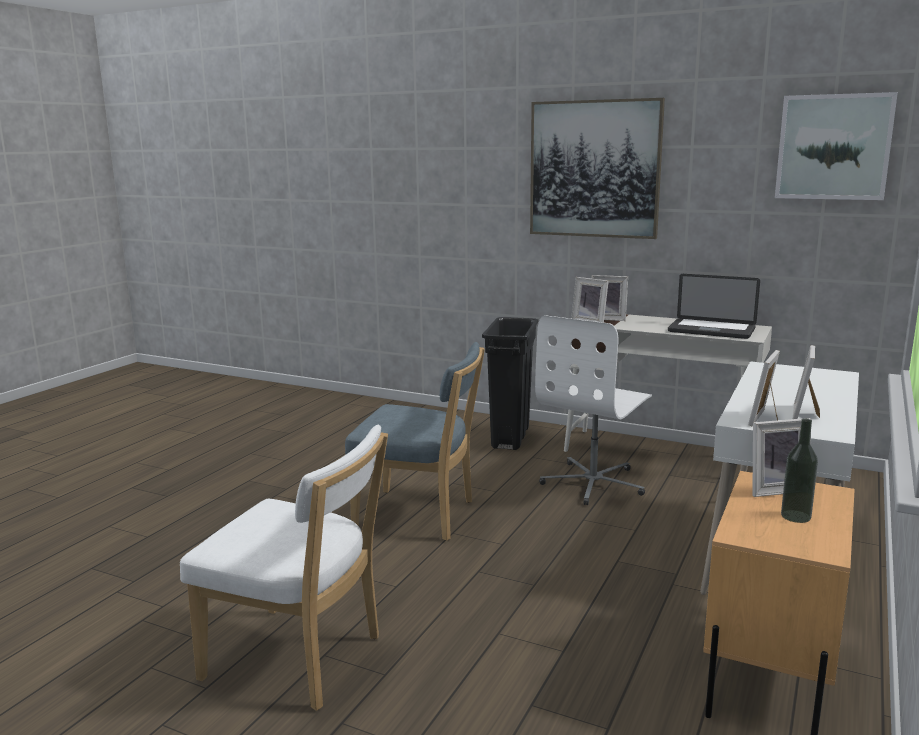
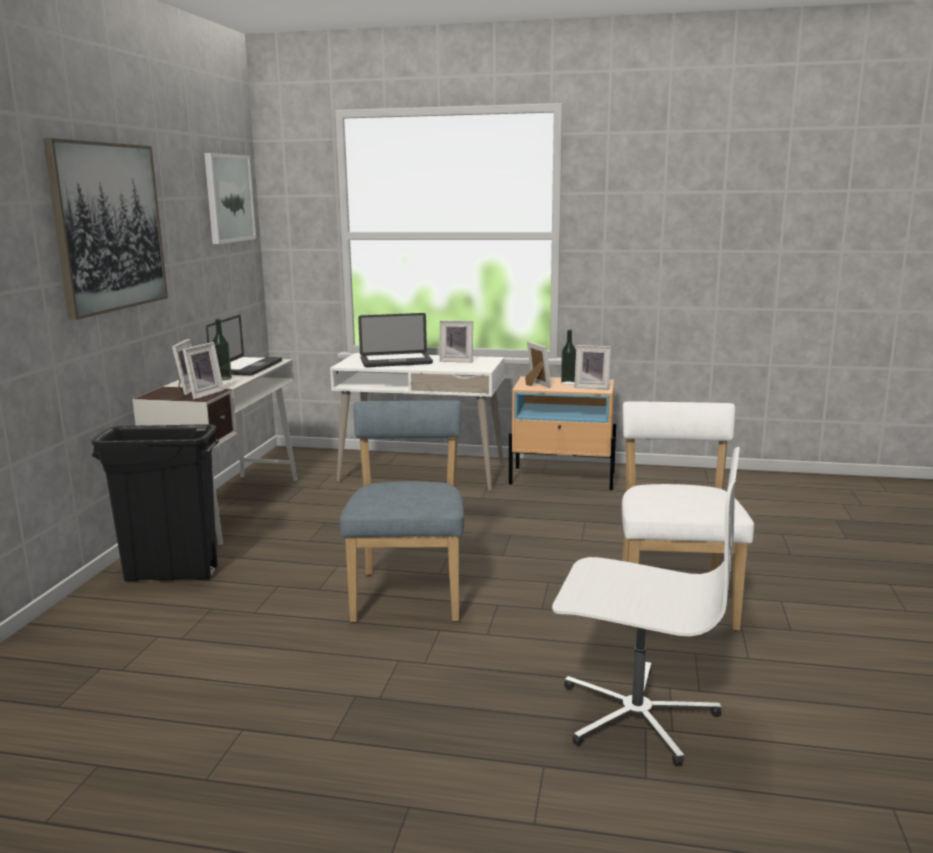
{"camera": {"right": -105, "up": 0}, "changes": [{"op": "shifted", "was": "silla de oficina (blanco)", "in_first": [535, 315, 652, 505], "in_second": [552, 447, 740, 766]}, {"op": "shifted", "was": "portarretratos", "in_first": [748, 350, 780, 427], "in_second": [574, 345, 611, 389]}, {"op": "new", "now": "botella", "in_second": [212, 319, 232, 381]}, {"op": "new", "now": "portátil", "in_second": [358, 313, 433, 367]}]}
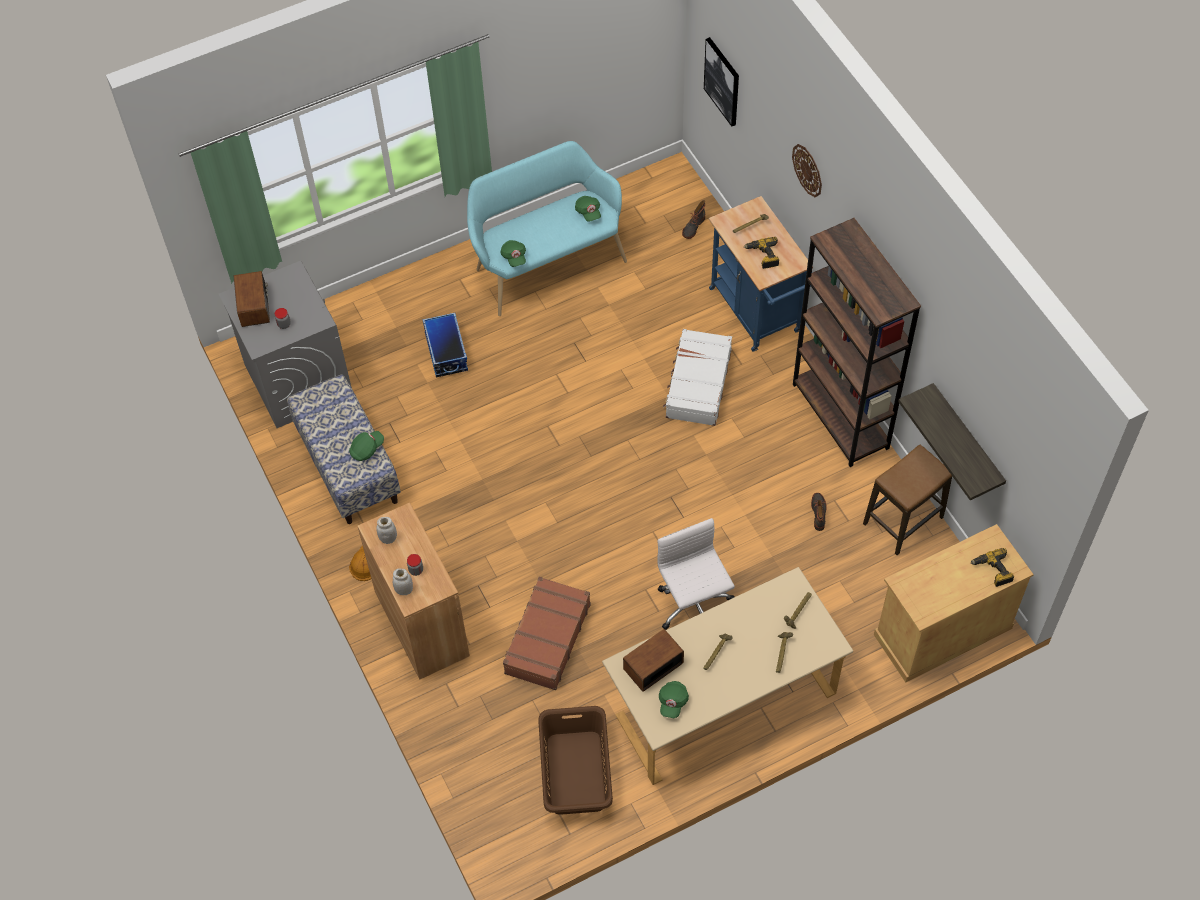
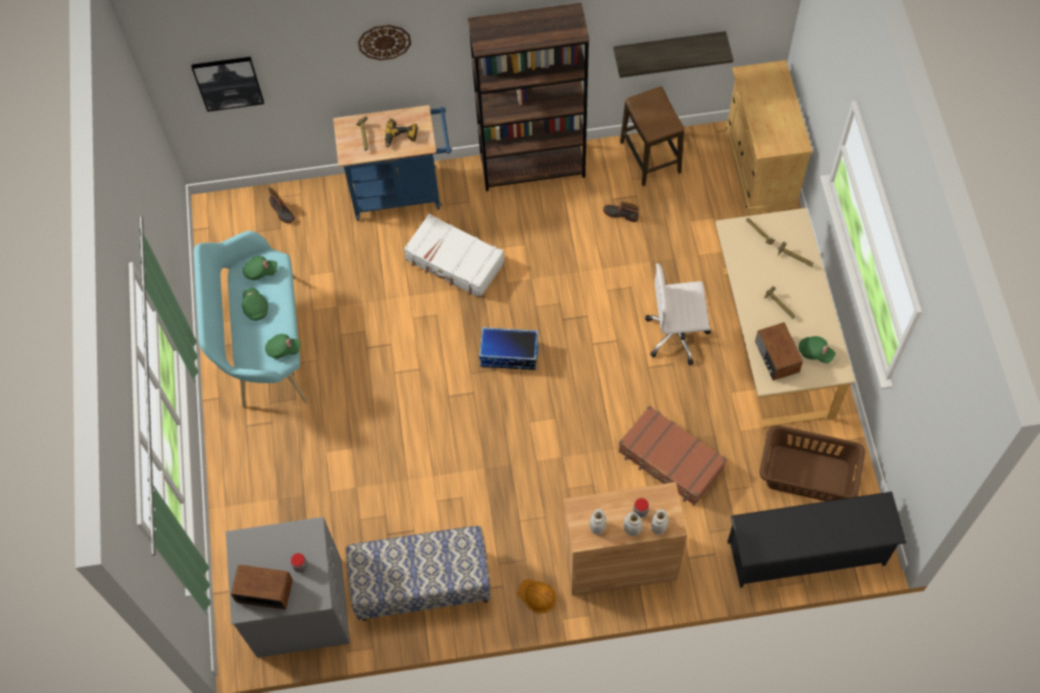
{"camera": {"right": -70, "up": 5}, "changes": [{"op": "shifted", "was": "gorra (verde)", "in_first": [349, 431, 384, 461], "in_second": [242, 288, 268, 321]}, {"op": "shifted", "was": "caja de almacenaje", "in_first": [422, 313, 468, 378], "in_second": [479, 327, 539, 370]}, {"op": "gone", "was": "taladro", "in_first": [971, 548, 1014, 587]}, {"op": "new", "now": "tarro (blanco)", "in_second": [623, 512, 643, 536]}, {"op": "new", "now": "zapatero (negro)", "in_second": [727, 492, 906, 588]}]}
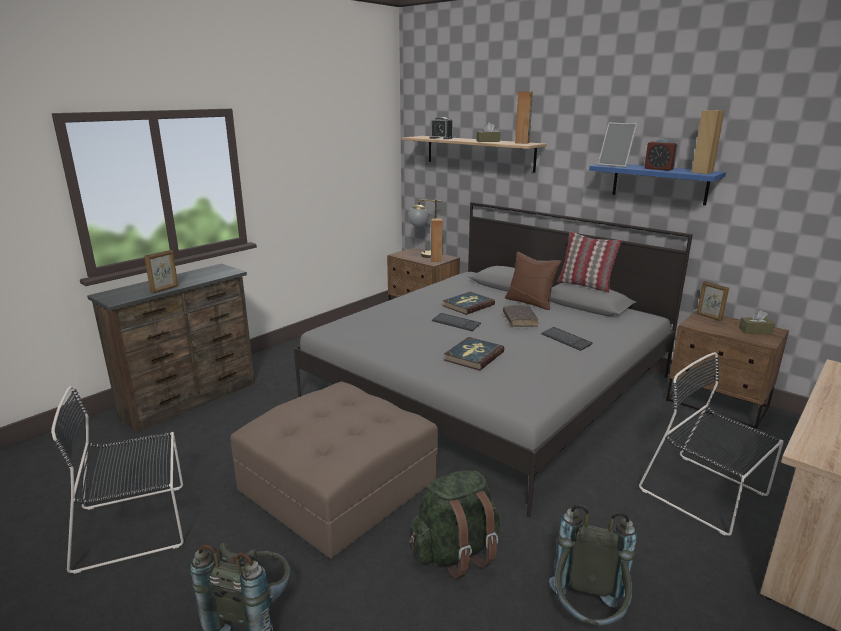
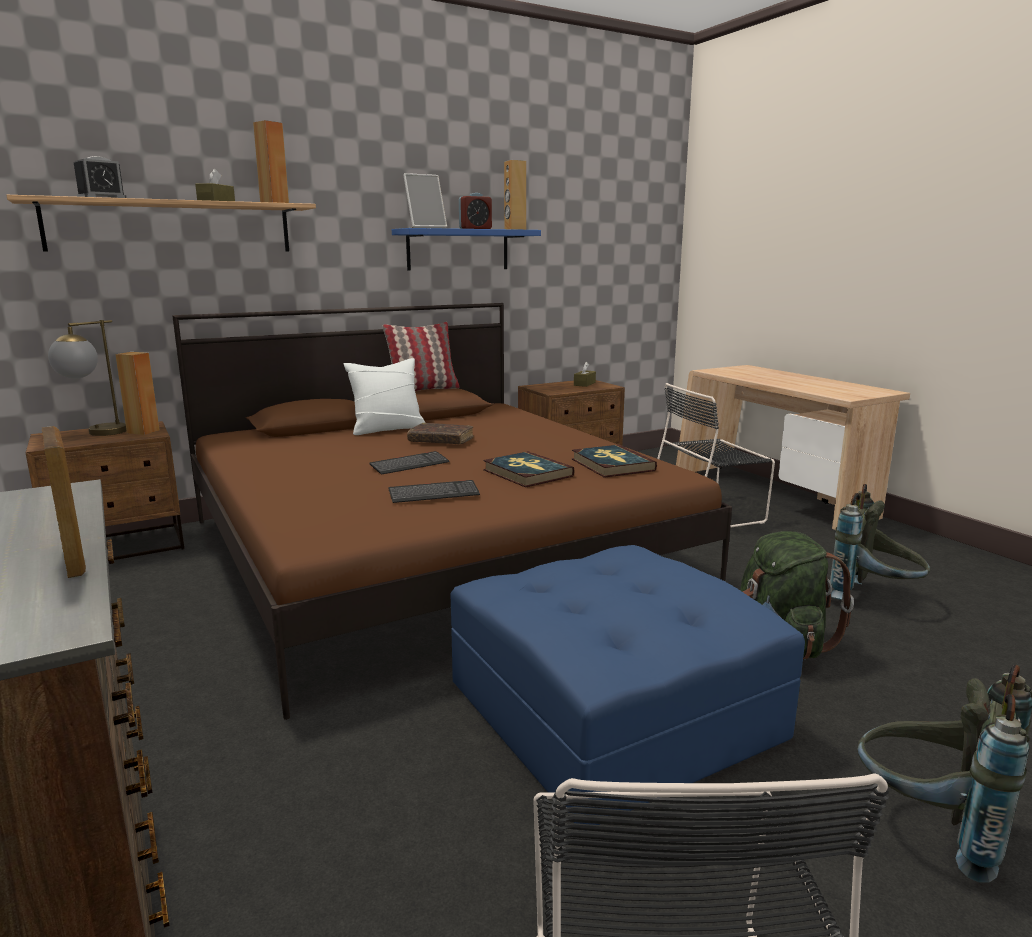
{"camera": {"right": -70, "up": -5}, "changes": [{"op": "repainted", "was": "puf (marrón)", "now": "puf (azul)", "in_first": [230, 382, 438, 558], "in_second": [450, 545, 805, 831]}, {"op": "repainted", "was": "cama (gris)", "now": "cama (marrón)", "in_first": [294, 202, 693, 517], "in_second": [172, 303, 732, 720]}, {"op": "shifted", "was": "libro", "in_first": [443, 292, 495, 315], "in_second": [572, 445, 657, 478]}, {"op": "repainted", "was": "cojín (marrón)", "now": "cojín (blanco)", "in_first": [505, 252, 561, 310], "in_second": [344, 358, 425, 435]}, {"op": "shifted", "was": "teclado", "in_first": [541, 327, 593, 351], "in_second": [388, 480, 480, 503]}, {"op": "gone", "was": "portarretratos", "in_first": [697, 281, 729, 321]}]}
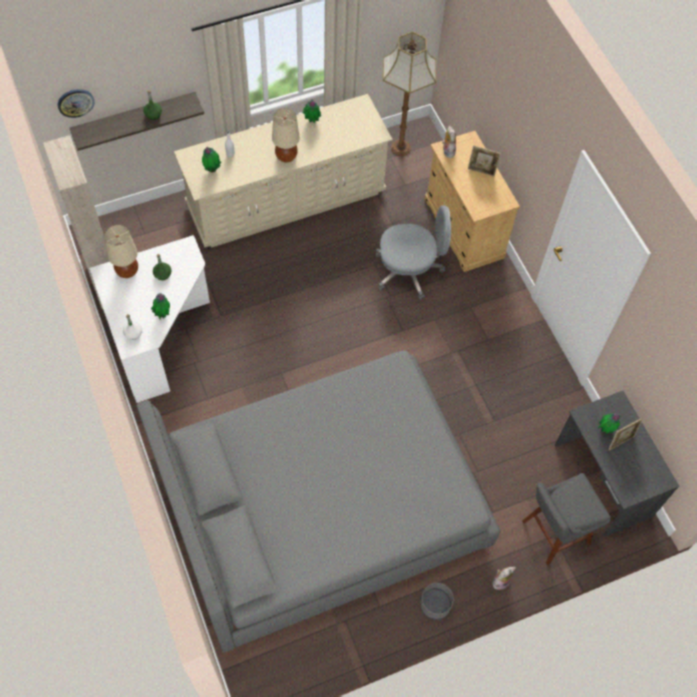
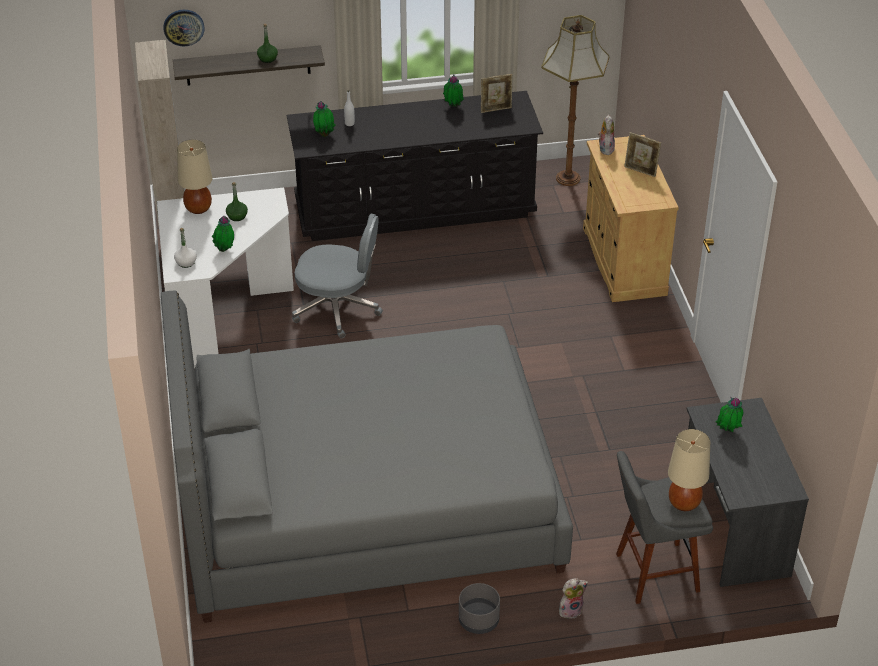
{"camera": {"right": 15, "up": -20}, "changes": [{"op": "repainted", "was": "cómoda (beis)", "now": "cómoda (negro)", "in_first": [174, 94, 393, 248], "in_second": [287, 91, 543, 241]}, {"op": "shifted", "was": "lámpara de mesa (beis)", "in_first": [272, 108, 300, 162], "in_second": [668, 429, 710, 511]}, {"op": "shifted", "was": "silla de oficina (gris)", "in_first": [376, 205, 451, 300], "in_second": [292, 214, 383, 338]}, {"op": "shifted", "was": "portarretratos", "in_first": [609, 418, 643, 450], "in_second": [481, 74, 513, 113]}]}
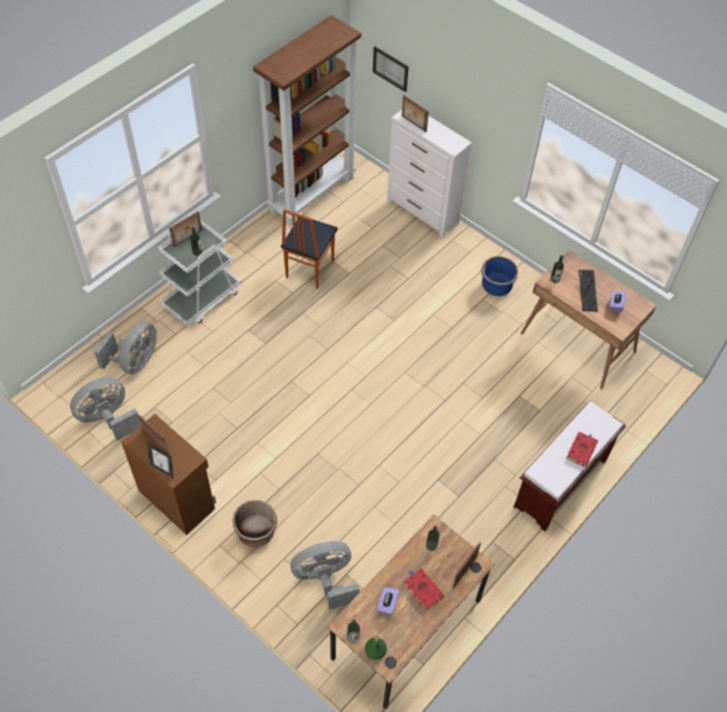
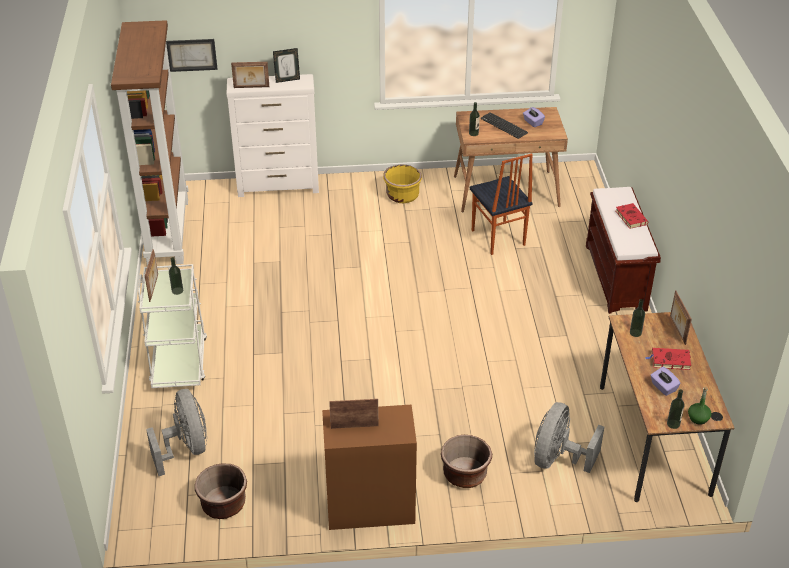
{"camera": {"right": -45, "up": -15}, "changes": [{"op": "swapped", "was": "ventilador (gris)", "now": "maceta (marrón)", "in_first": [70, 377, 140, 441], "in_second": [195, 463, 247, 519]}, {"op": "shifted", "was": "portarretratos", "in_first": [147, 442, 173, 478], "in_second": [273, 48, 300, 83]}, {"op": "shifted", "was": "silla", "in_first": [281, 209, 338, 289], "in_second": [470, 153, 533, 255]}, {"op": "repainted", "was": "maceta (azul)", "now": "maceta (amarillo)", "in_first": [481, 256, 518, 296], "in_second": [383, 165, 422, 203]}]}
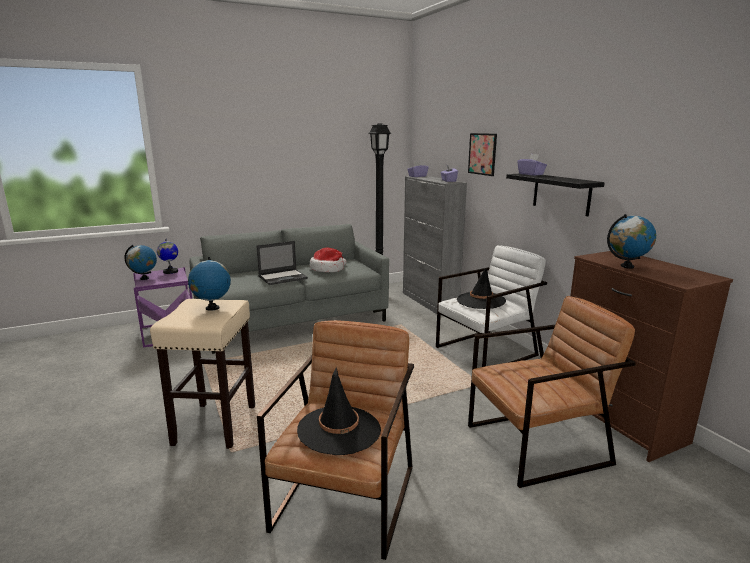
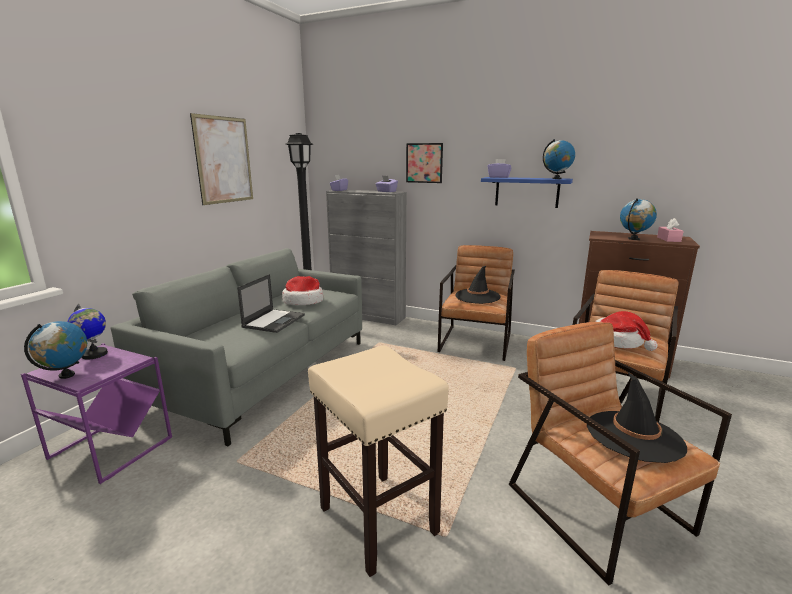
{"camera": {"right": -40, "up": 0}, "changes": [{"op": "shifted", "was": "globo terráqueo", "in_first": [188, 257, 231, 311], "in_second": [543, 139, 575, 179]}, {"op": "repainted", "was": "sillón (blanco)", "now": "sillón (marrón)", "in_first": [436, 245, 547, 367], "in_second": [438, 245, 515, 361]}, {"op": "repainted", "was": "estante (negro)", "now": "estante (azul)", "in_first": [506, 174, 605, 216], "in_second": [481, 177, 573, 208]}, {"op": "new", "now": "cuadro", "in_second": [190, 113, 253, 205]}, {"op": "new", "now": "sombrero", "in_second": [595, 311, 658, 351]}, {"op": "new", "now": "caja de pañuelos (rosa)", "in_second": [657, 218, 684, 242]}]}
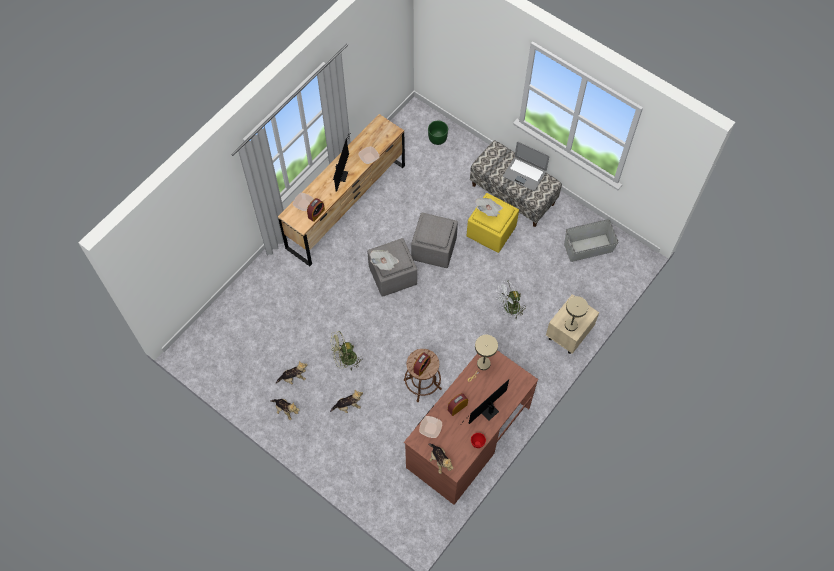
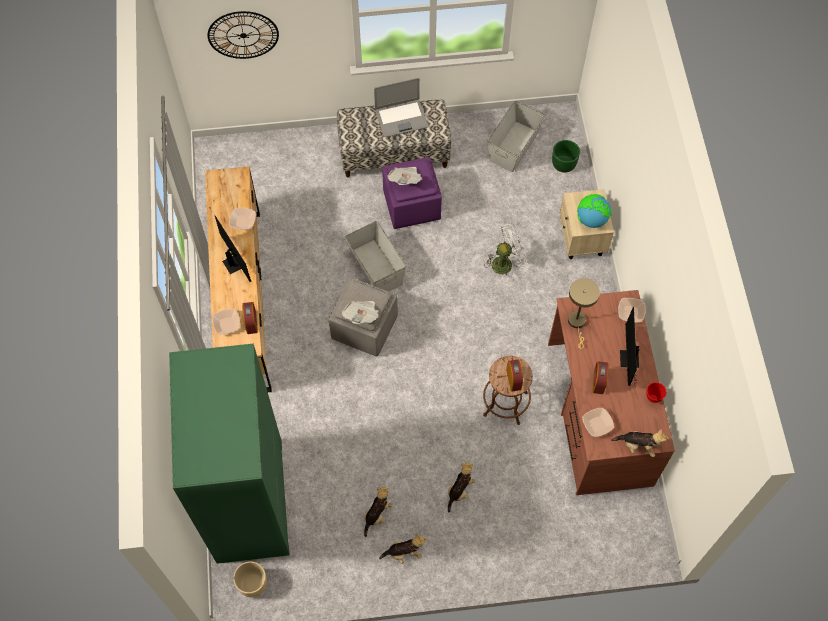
{"camera": {"right": -45, "up": 0}, "changes": [{"op": "gone", "was": "ventilador (verde)", "in_first": [330, 331, 363, 370]}, {"op": "swapped", "was": "puf (gris)", "now": "caja de almacenaje (gris)", "in_first": [411, 213, 458, 268], "in_second": [345, 221, 406, 291]}, {"op": "shifted", "was": "maceta (verde)", "in_first": [428, 121, 448, 145], "in_second": [552, 140, 580, 173]}, {"op": "repainted", "was": "puf (amarillo)", "now": "puf (morado)", "in_first": [467, 193, 519, 253], "in_second": [382, 157, 442, 229]}, {"op": "rotated", "was": "ventilador (blanco)", "in_first": [496, 280, 526, 319], "in_second": [485, 224, 527, 278], "clockwise": -135}, {"op": "swapped", "was": "lámpara de mesa (beis)", "now": "globo terráqueo", "in_first": [565, 296, 588, 331], "in_second": [577, 194, 612, 228]}, {"op": "new", "now": "armario ropero (verde)", "in_second": [169, 344, 290, 564]}, {"op": "new", "now": "reloj de pared", "in_second": [208, 11, 279, 59]}, {"op": "new", "now": "maceta (beis)", "in_second": [233, 561, 267, 597]}, {"op": "new", "now": "cuenco", "in_second": [618, 298, 645, 322]}]}
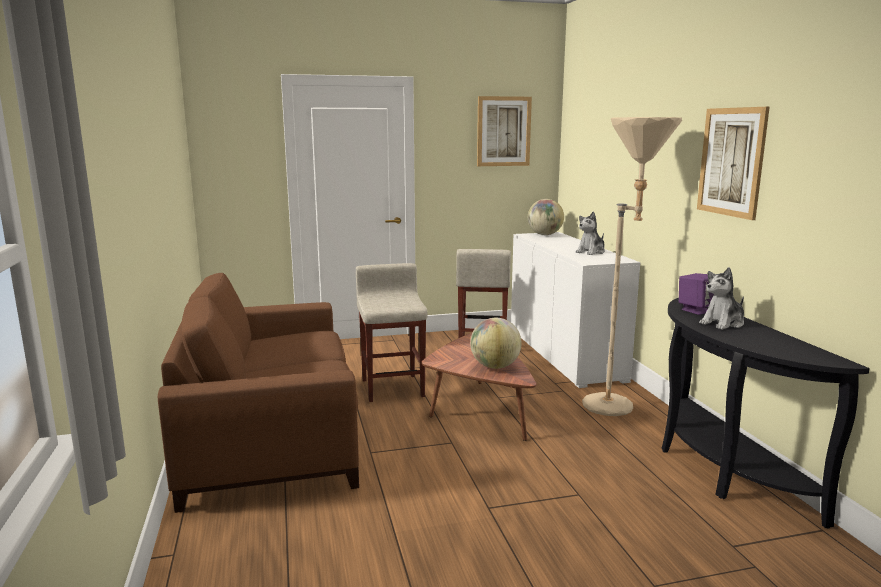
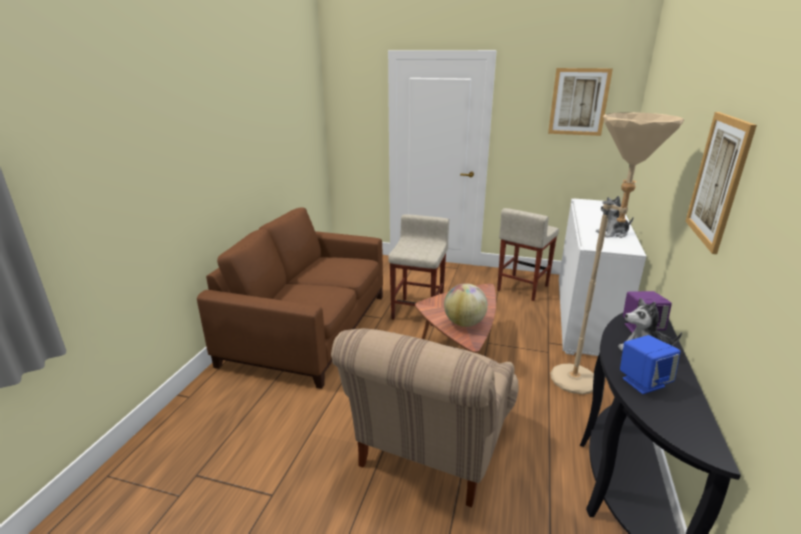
{"camera": {"right": 30, "up": 10}, "changes": [{"op": "gone", "was": "globo terráqueo", "in_first": [528, 199, 564, 235]}, {"op": "new", "now": "sillón (beis)", "in_second": [331, 328, 518, 508]}, {"op": "new", "now": "altavoz (azul)", "in_second": [620, 335, 681, 394]}]}
